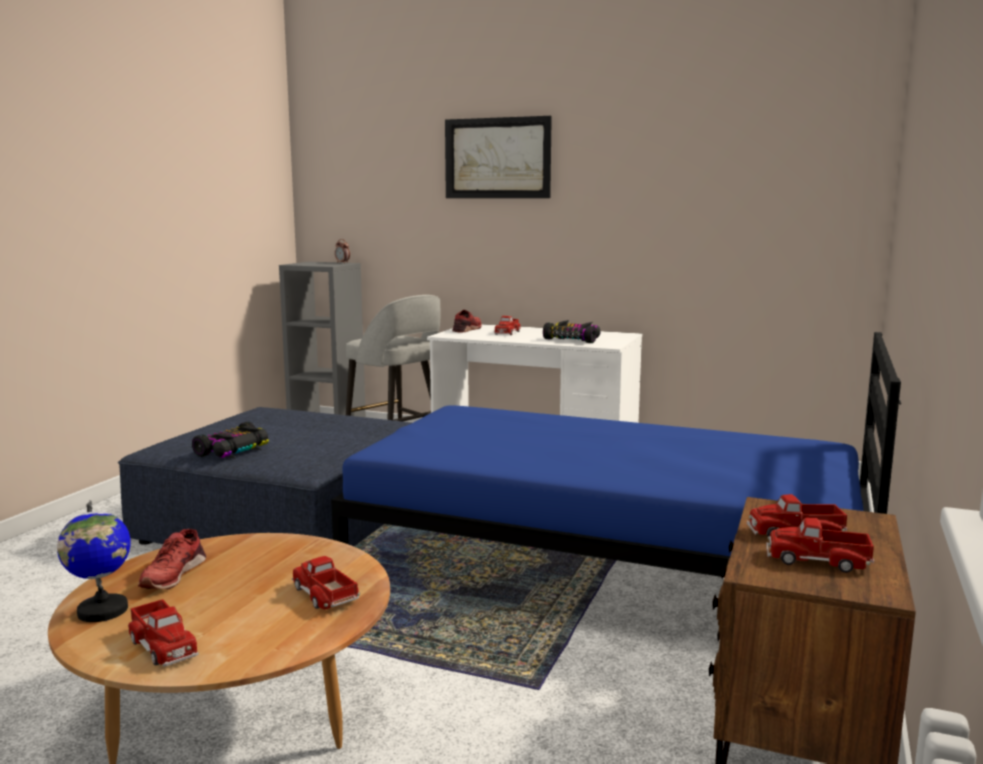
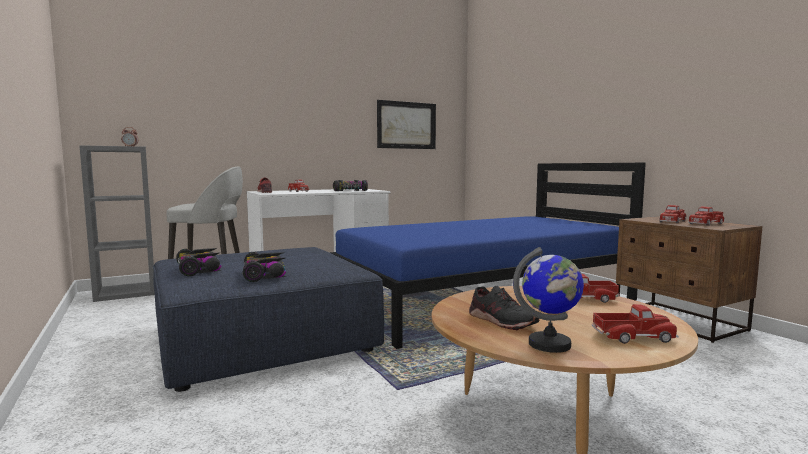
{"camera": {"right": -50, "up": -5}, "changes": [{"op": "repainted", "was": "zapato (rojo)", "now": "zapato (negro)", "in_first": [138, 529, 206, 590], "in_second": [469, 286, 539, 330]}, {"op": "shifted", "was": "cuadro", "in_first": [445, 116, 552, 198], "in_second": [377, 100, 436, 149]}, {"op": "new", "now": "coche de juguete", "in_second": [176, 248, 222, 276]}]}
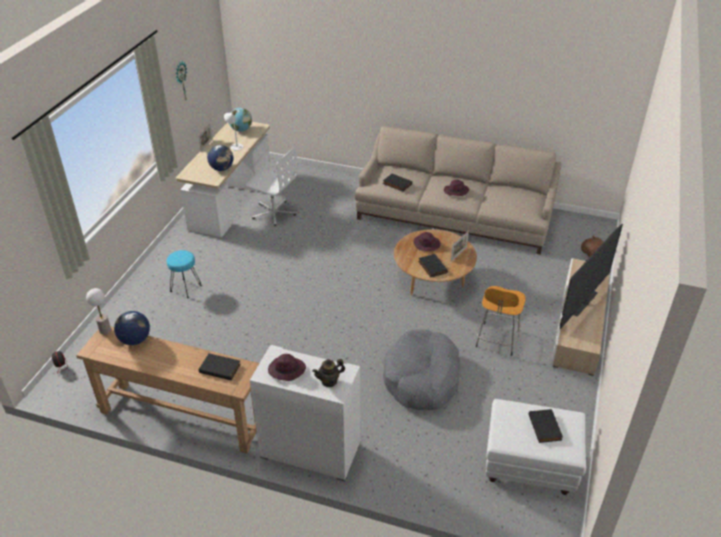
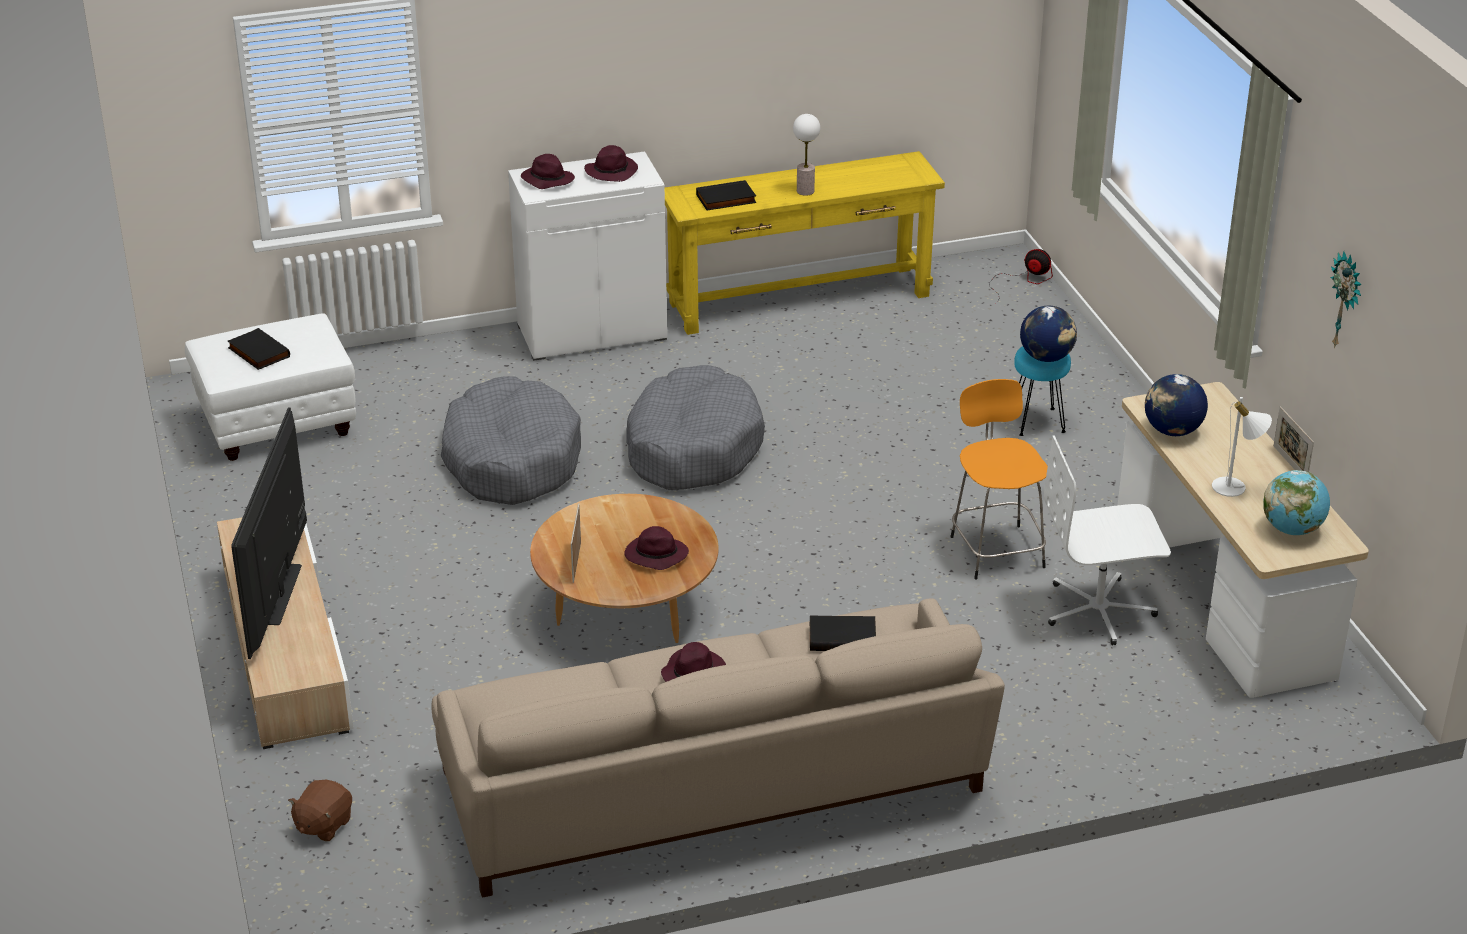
{"camera": {"right": 145, "up": -5}, "changes": [{"op": "repainted", "was": "mesa consola (marrón)", "now": "mesa consola (amarillo)", "in_first": [76, 326, 259, 454], "in_second": [665, 151, 945, 335]}, {"op": "shifted", "was": "lámpara de mesa", "in_first": [86, 288, 111, 335], "in_second": [793, 114, 820, 196]}, {"op": "shifted", "was": "globo terráqueo", "in_first": [114, 311, 150, 345], "in_second": [1020, 306, 1077, 362]}, {"op": "swapped", "was": "tetera", "now": "sombrero (morado)", "in_first": [312, 359, 345, 387], "in_second": [521, 154, 575, 189]}, {"op": "gone", "was": "libro (negro)", "in_first": [418, 254, 448, 277]}, {"op": "shifted", "was": "taburete (naranja)", "in_first": [476, 286, 526, 356], "in_second": [950, 379, 1048, 580]}, {"op": "new", "now": "cama para perro (gris)", "in_second": [626, 365, 765, 490]}]}
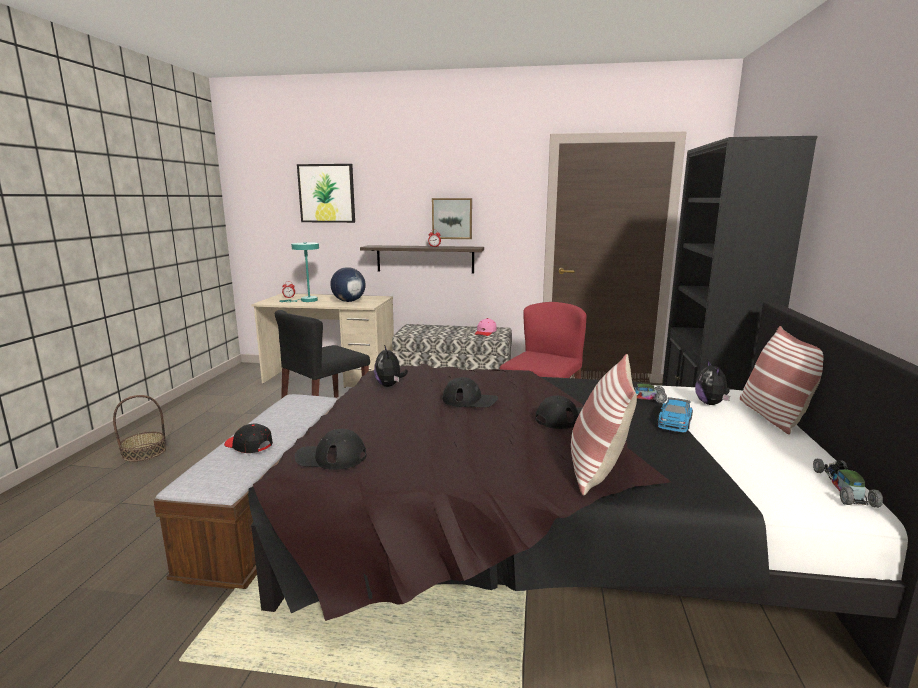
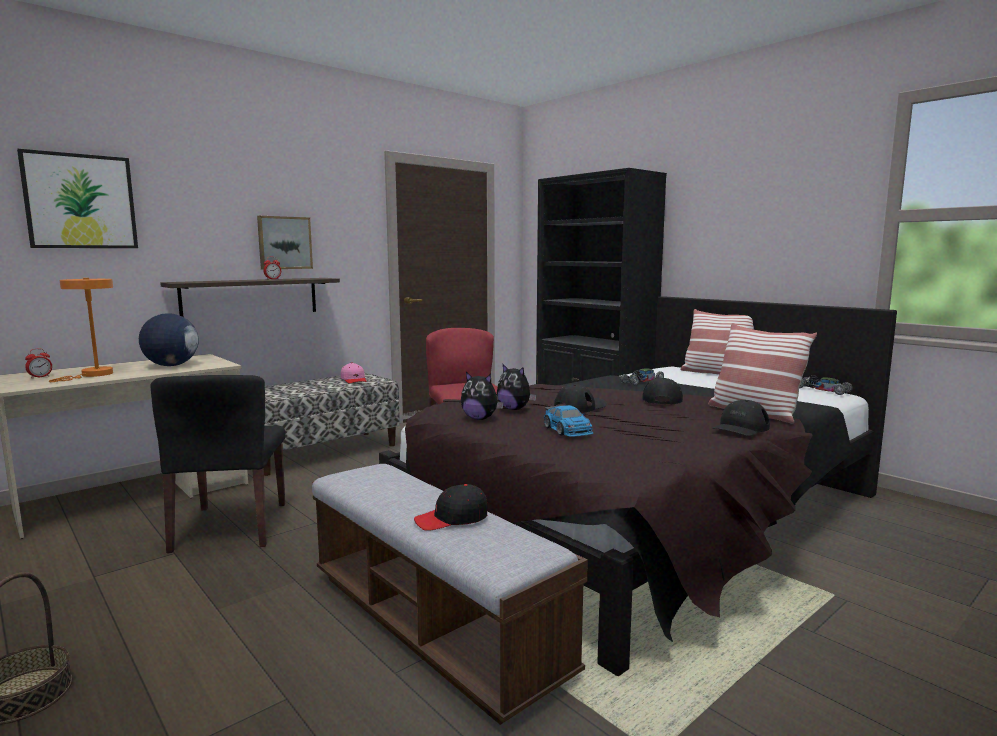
{"camera": {"right": -50, "up": -5}, "changes": [{"op": "repainted", "was": "lámpara de mesa (turquesa)", "now": "lámpara de mesa (naranja)", "in_first": [280, 242, 319, 302], "in_second": [49, 278, 113, 382]}, {"op": "shifted", "was": "gorra (negro)", "in_first": [295, 429, 367, 470], "in_second": [712, 400, 770, 436]}, {"op": "shifted", "was": "coche de juguete", "in_first": [658, 397, 693, 433], "in_second": [544, 405, 593, 437]}, {"op": "shifted", "was": "peluche", "in_first": [695, 361, 730, 405], "in_second": [497, 364, 537, 410]}]}
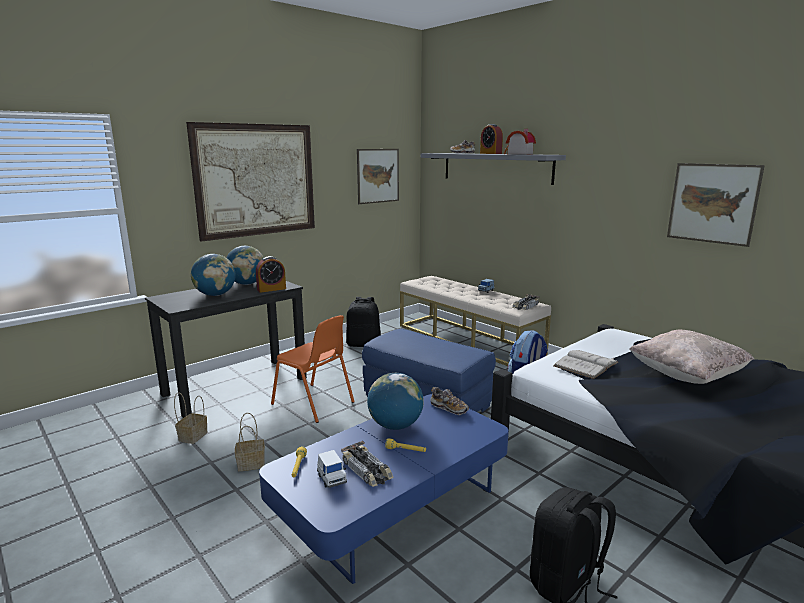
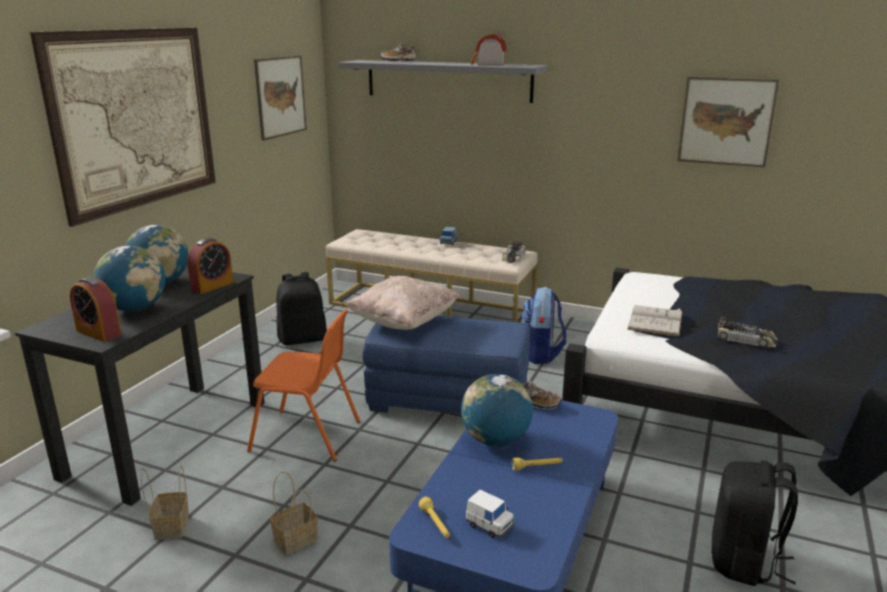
{"camera": {"right": -25, "up": 5}, "changes": [{"op": "shifted", "was": "coche de juguete", "in_first": [341, 441, 394, 487], "in_second": [718, 317, 778, 347]}, {"op": "shifted", "was": "despertador", "in_first": [480, 124, 503, 154], "in_second": [70, 277, 122, 342]}, {"op": "shifted", "was": "cojín (beis)", "in_first": [629, 330, 754, 384], "in_second": [346, 276, 459, 330]}]}
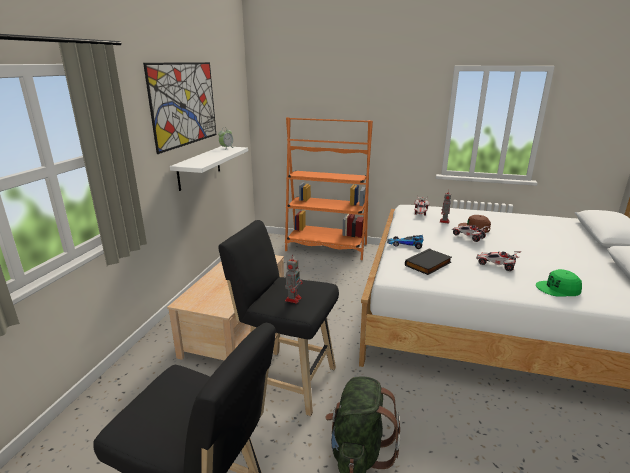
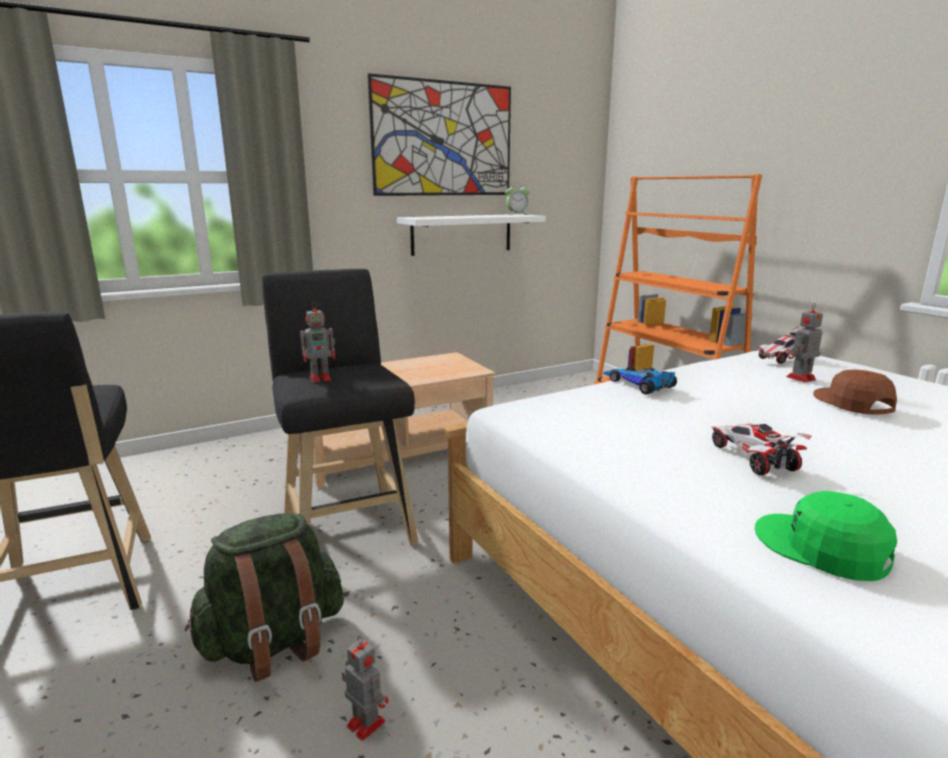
{"camera": {"right": 45, "up": -5}, "changes": [{"op": "gone", "was": "libro (negro)", "in_first": [405, 248, 452, 275]}, {"op": "gone", "was": "coche de juguete", "in_first": [452, 225, 490, 242]}, {"op": "new", "now": "robot de juguete", "in_second": [342, 636, 389, 741]}]}
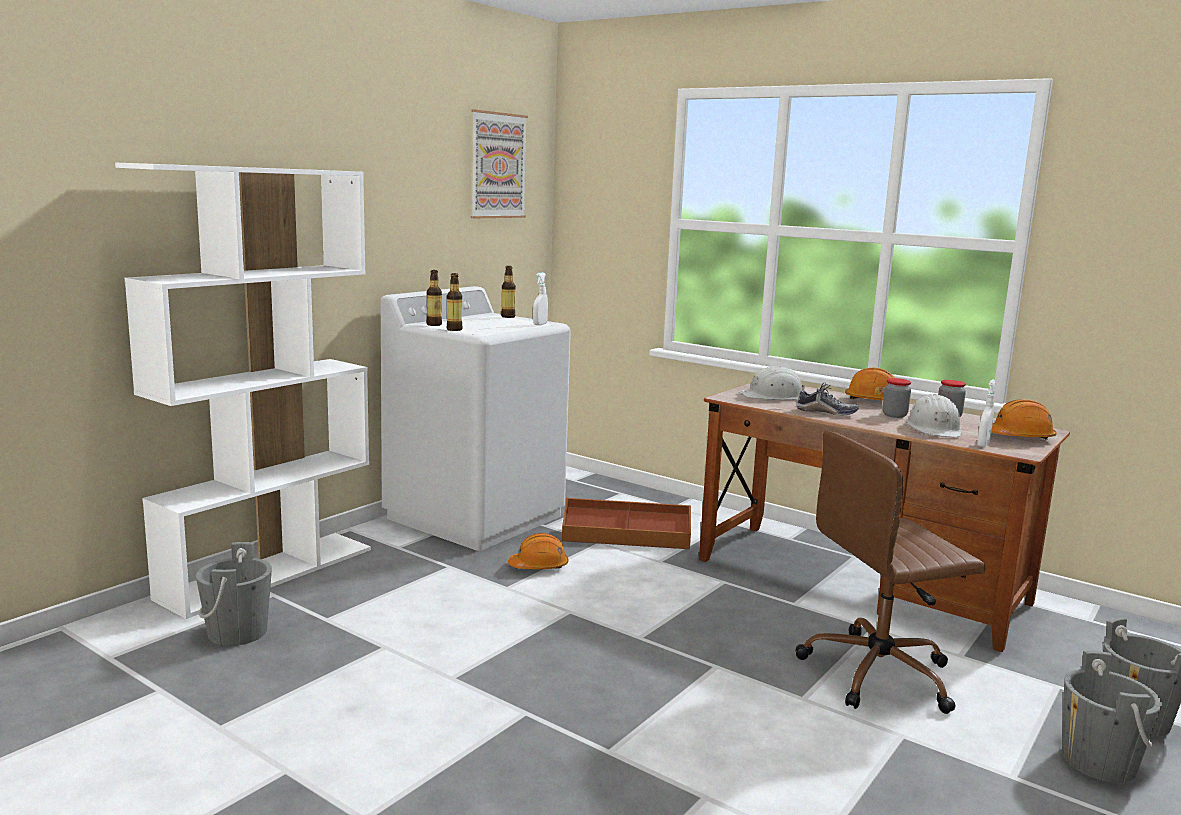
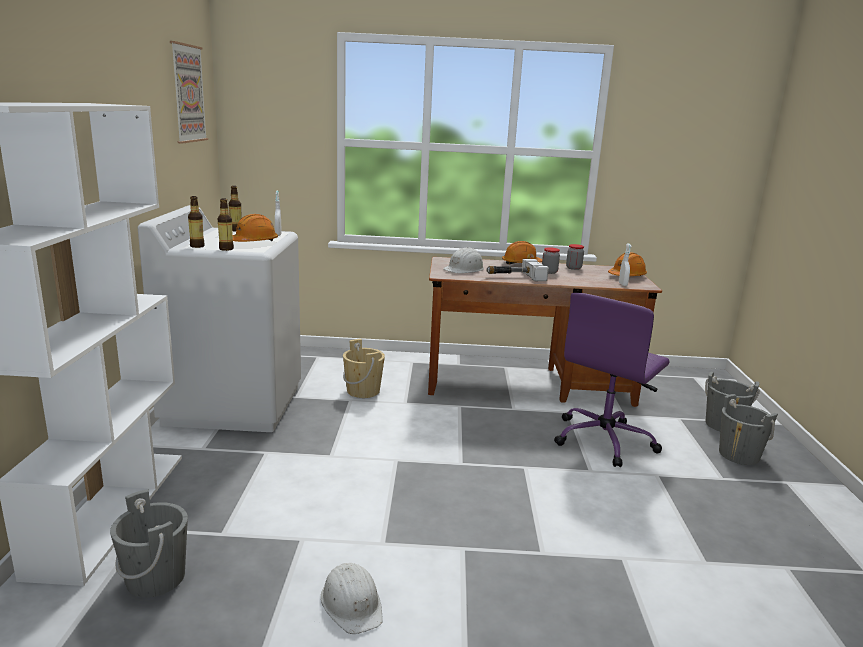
{"camera": {"right": -35, "up": 5}, "changes": [{"op": "shifted", "was": "casco (naranja)", "in_first": [508, 533, 568, 569], "in_second": [233, 214, 278, 242]}, {"op": "swapped", "was": "caja de almacenaje (marrón)", "now": "cubo (beis)", "in_first": [562, 498, 691, 549], "in_second": [343, 339, 385, 398]}, {"op": "swapped", "was": "zapato", "now": "martillo", "in_first": [796, 383, 858, 415], "in_second": [487, 259, 549, 281]}, {"op": "repainted", "was": "silla de oficina (marrón)", "now": "silla de oficina (morado)", "in_first": [796, 431, 985, 714], "in_second": [554, 293, 670, 467]}, {"op": "shifted", "was": "casco (blanco)", "in_first": [906, 394, 962, 437], "in_second": [321, 563, 383, 634]}]}
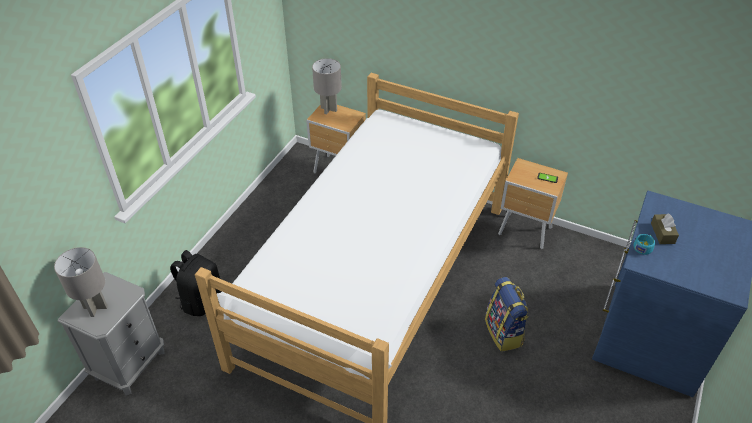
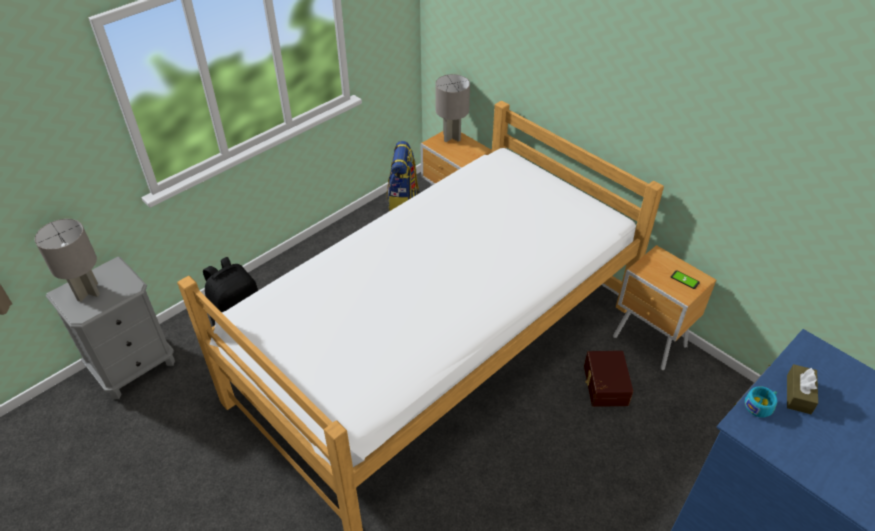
{"camera": {"right": 20, "up": 0}, "changes": [{"op": "shifted", "was": "mochila", "in_first": [485, 277, 529, 352], "in_second": [387, 141, 419, 211]}, {"op": "new", "now": "caja de almacenaje (marrón)", "in_second": [584, 351, 633, 407]}]}
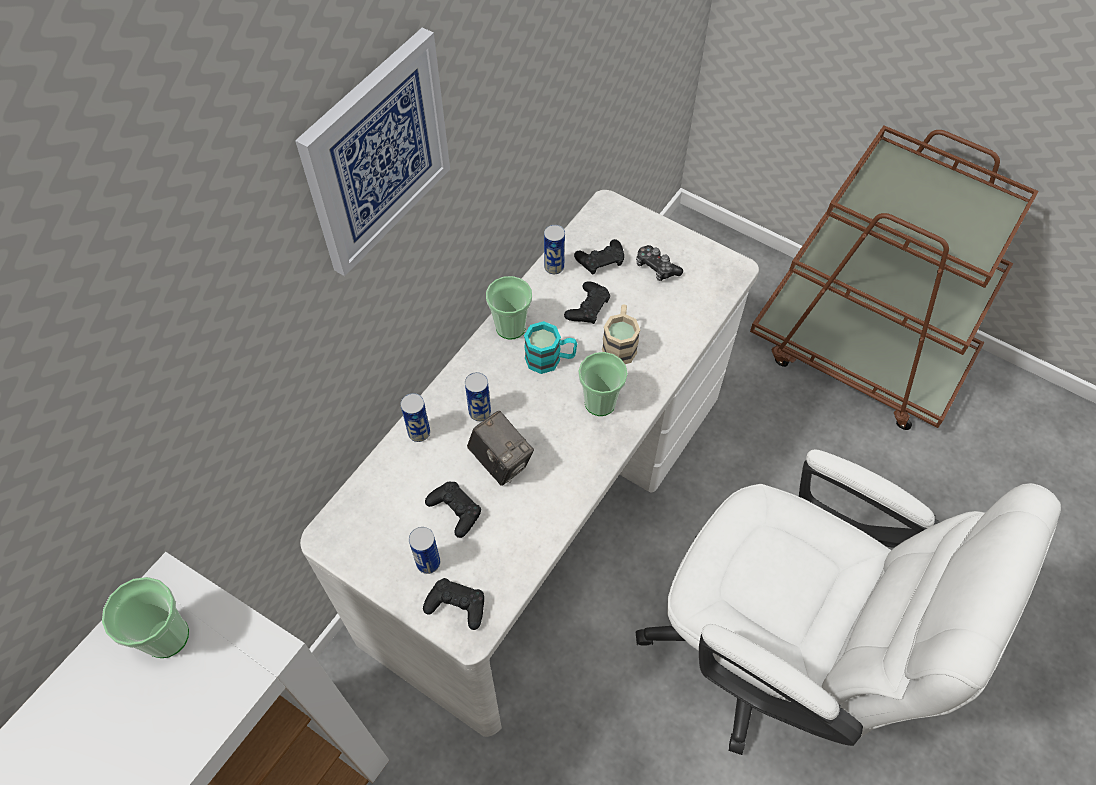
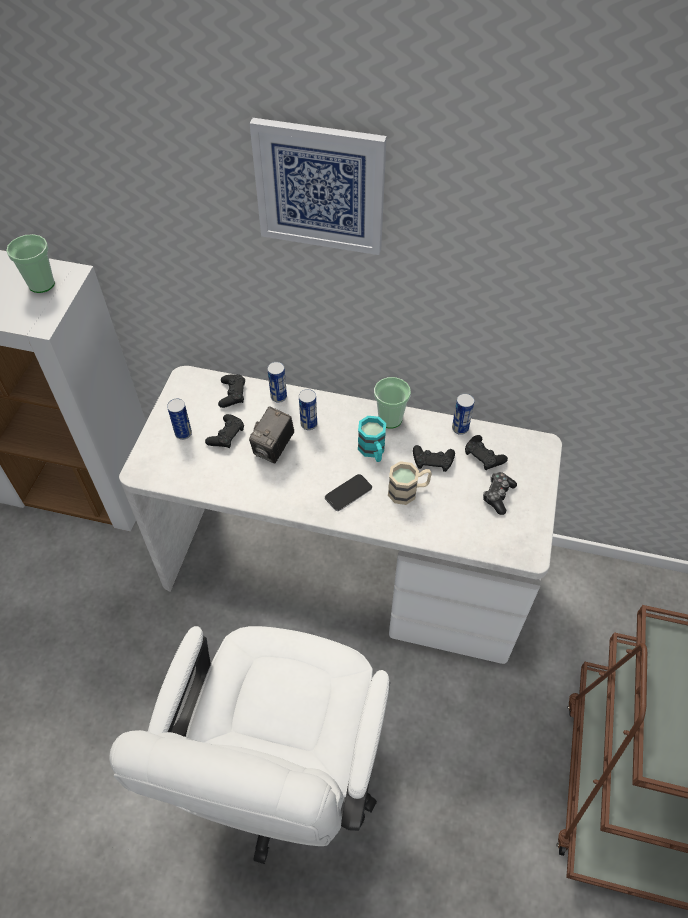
{"camera": {"right": 70, "up": -5}, "changes": [{"op": "shifted", "was": "mando de consola (negro)", "in_first": [423, 578, 484, 630], "in_second": [218, 374, 245, 408]}, {"op": "swapped", "was": "taza", "now": "móvil", "in_first": [578, 352, 628, 416], "in_second": [325, 474, 372, 511]}]}
